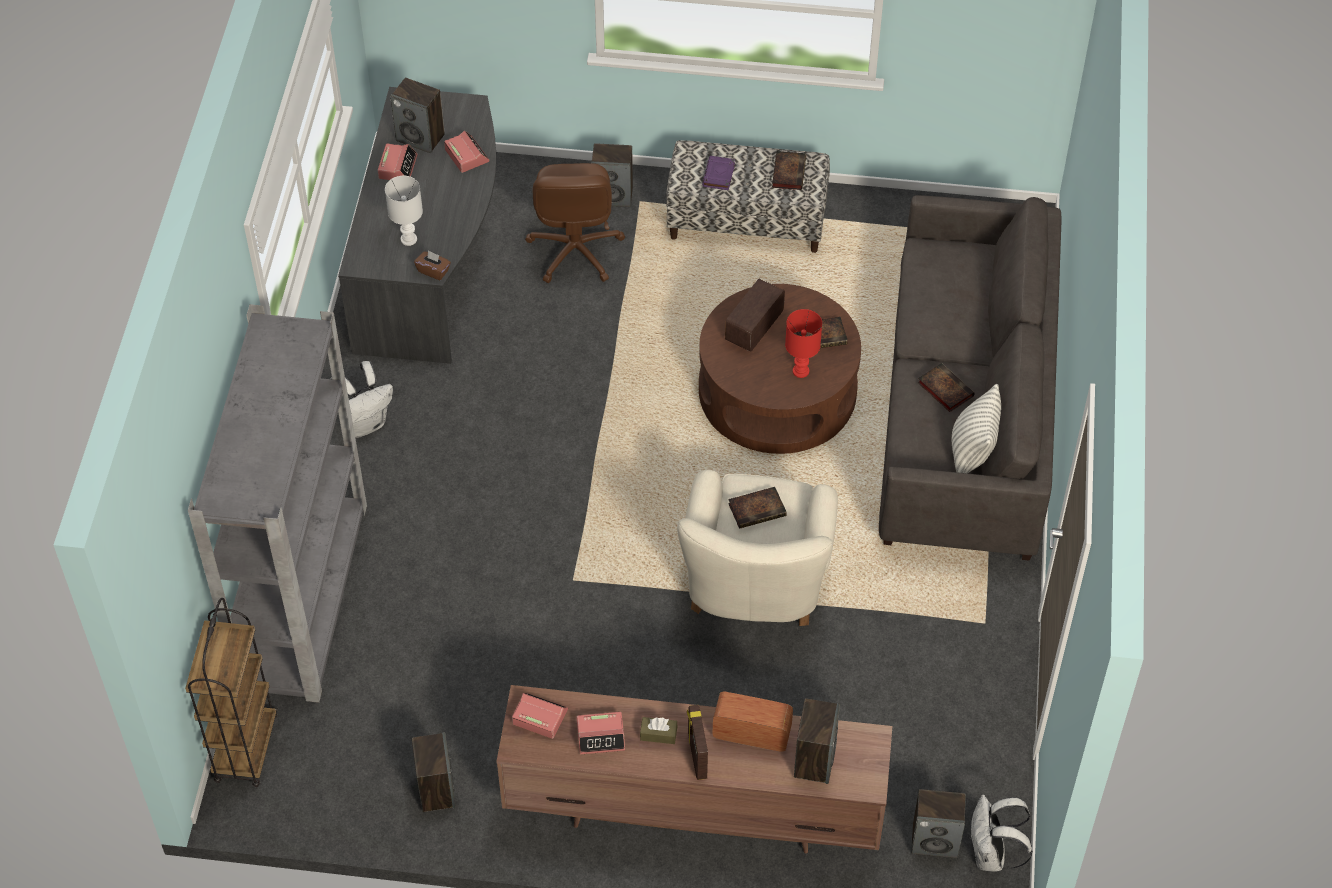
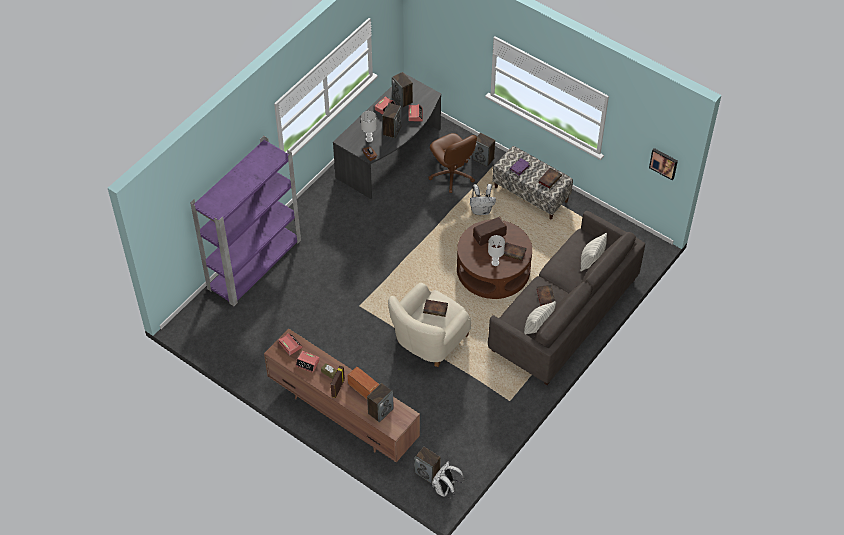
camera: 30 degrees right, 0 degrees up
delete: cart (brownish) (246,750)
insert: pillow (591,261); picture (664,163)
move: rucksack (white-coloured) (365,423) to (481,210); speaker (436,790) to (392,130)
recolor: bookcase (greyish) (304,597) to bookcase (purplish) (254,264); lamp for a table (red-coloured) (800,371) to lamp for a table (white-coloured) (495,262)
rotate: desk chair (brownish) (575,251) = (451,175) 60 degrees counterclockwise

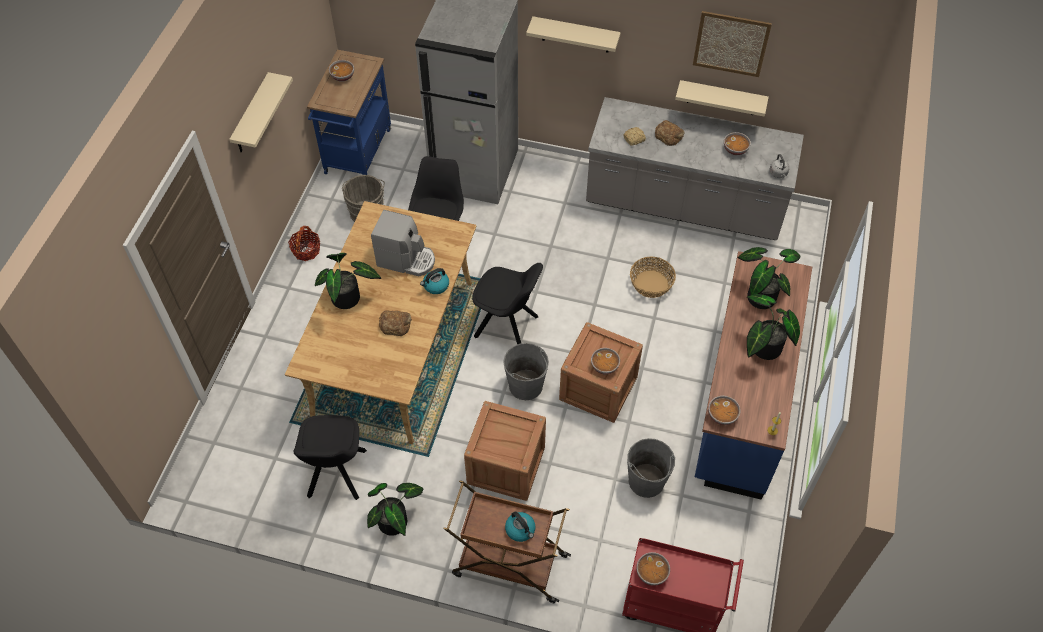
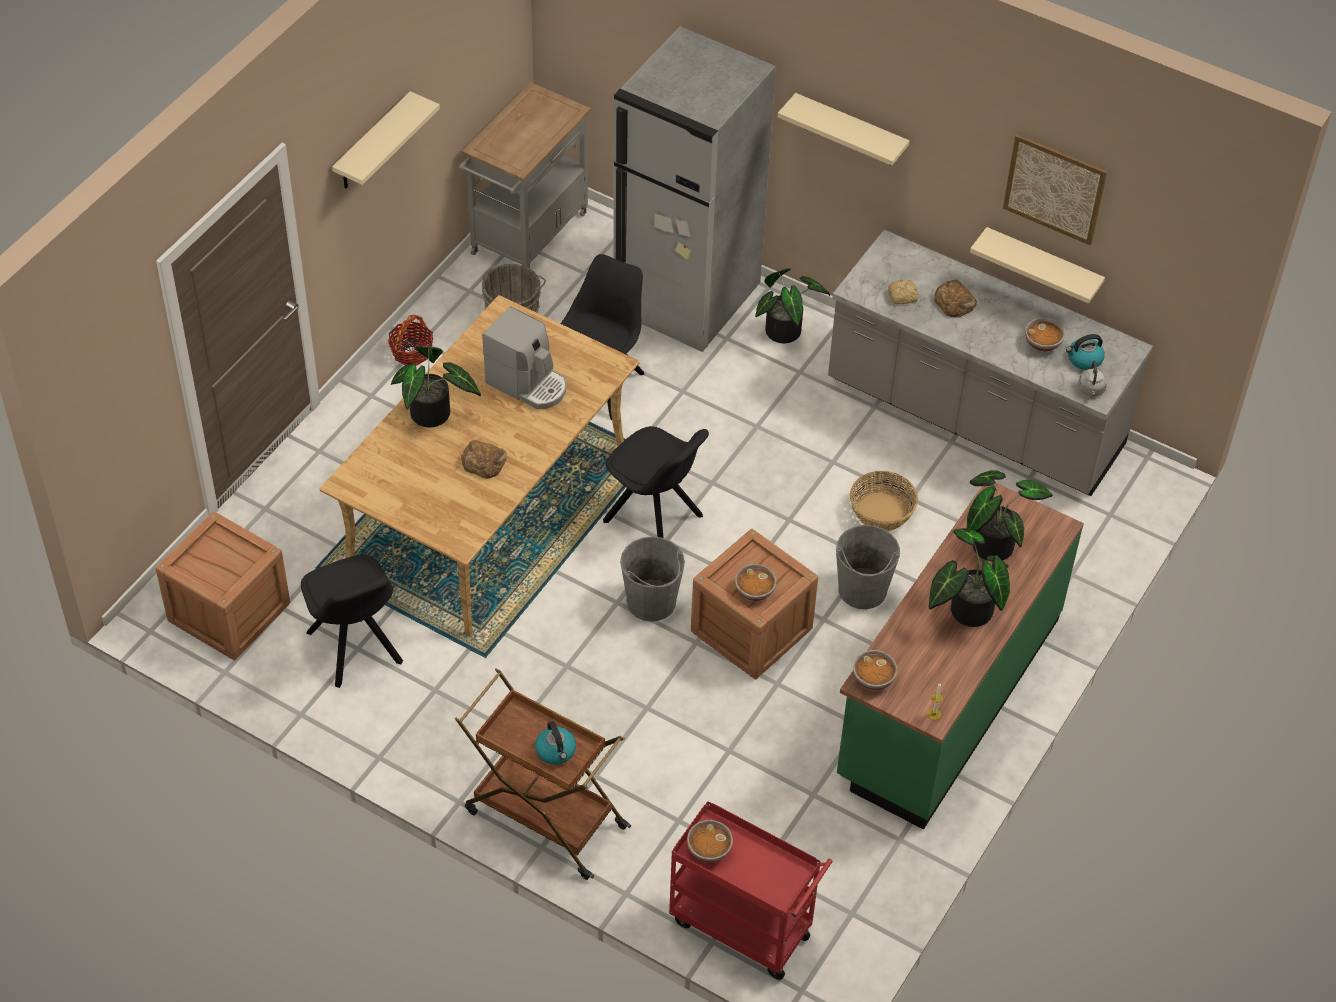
camera: 15 degrees right, 5 degrees down
delete: bowl (343,76)
move: plant in a pot (396,522) to (787,332); water kettle (436,286) to (1084,360); crate (506,465) to (229,612); pail (greyish) (646,481) to (862,590)
recolor: cart (blue-coloured) (357,153) to cart (greyish) (527,236); kitchen counter (blue-coloured) (741,401) to kitchen counter (green-coloured) (947,698)
rotate: upright chair (black-coloured) (336,473) = (355,647) 45 degrees counterclockwise

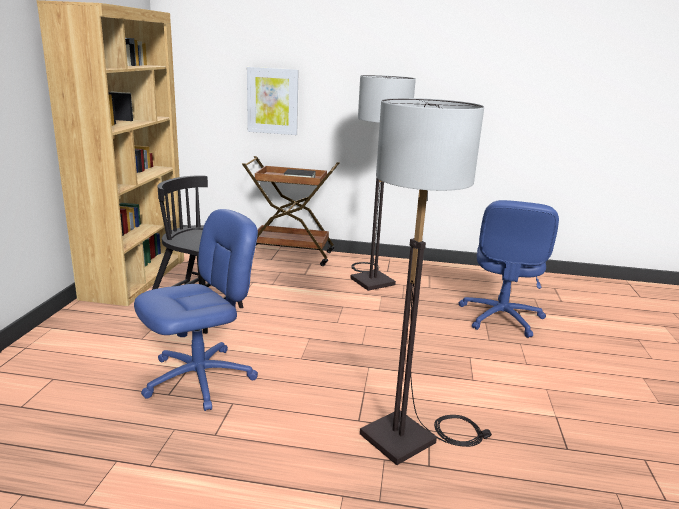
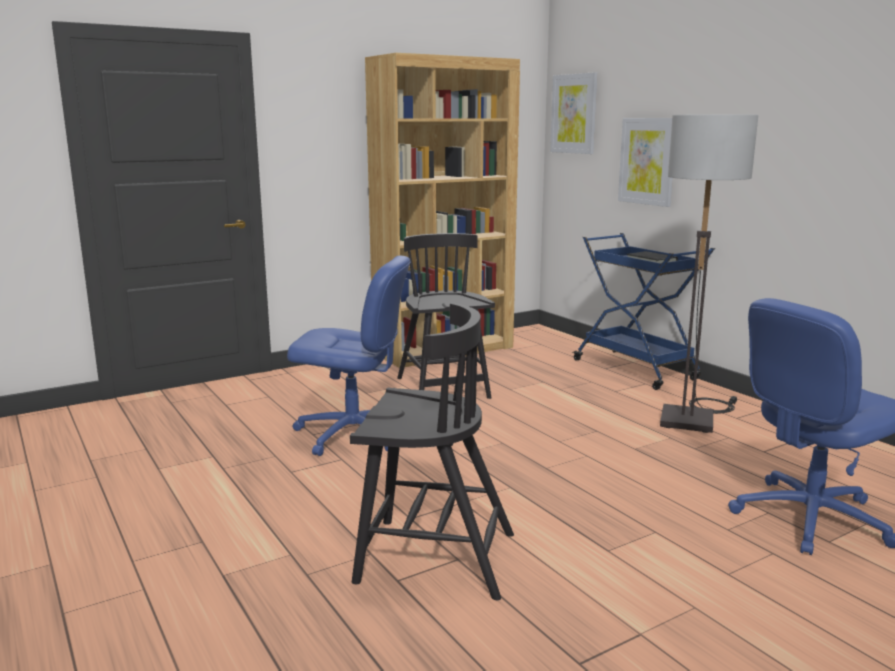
camera: 50 degrees right, 5 degrees down
insert: picture (574,114)
replace: floor lamp (416,437) to upright chair (black-coloured) (432,557)
recolor: cart (brownish) (289,255) to cart (blue-coloured) (634,370)

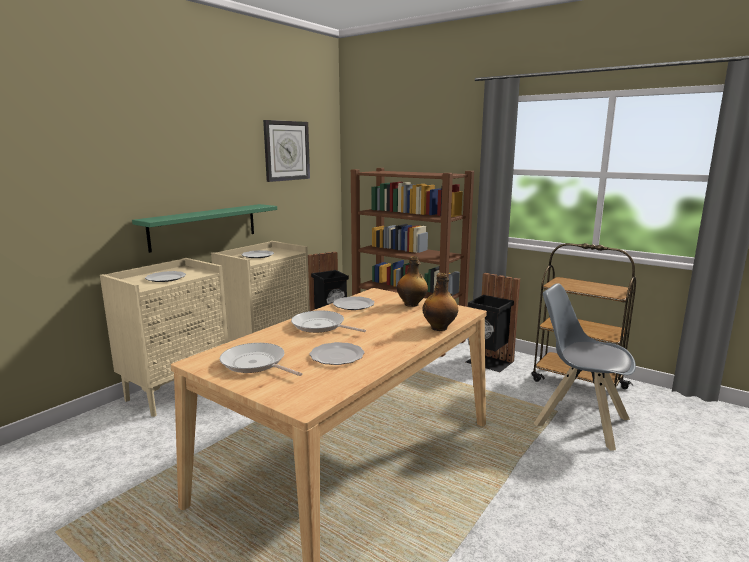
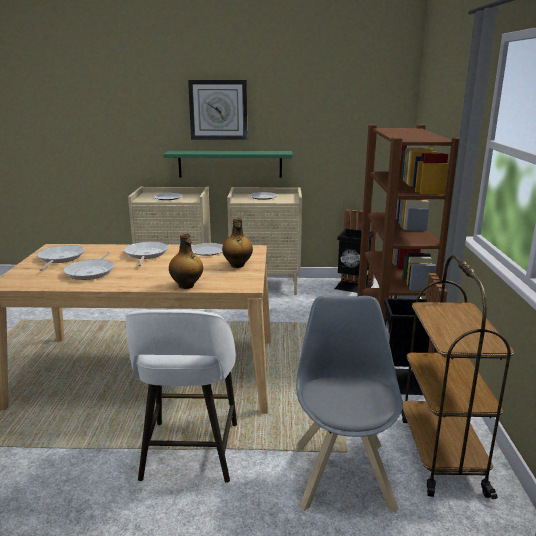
camera: 55 degrees right, 5 degrees up
insert: stool (white-coloured) (190,453)
move: clock on the wall (286,151) to (218,110)
replace: plate (337,355) to skillet (91,272)

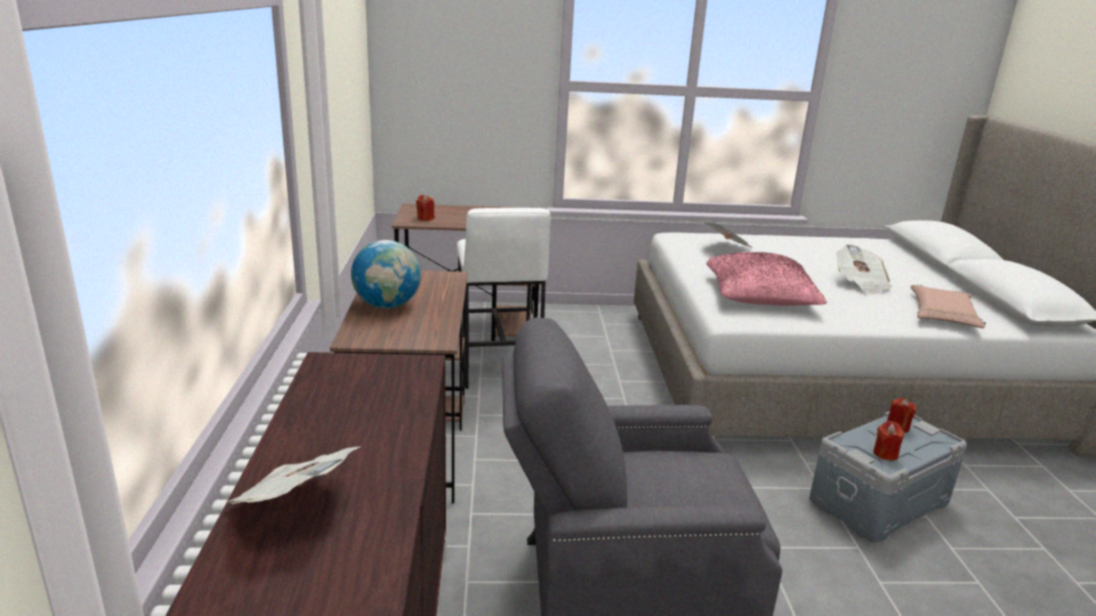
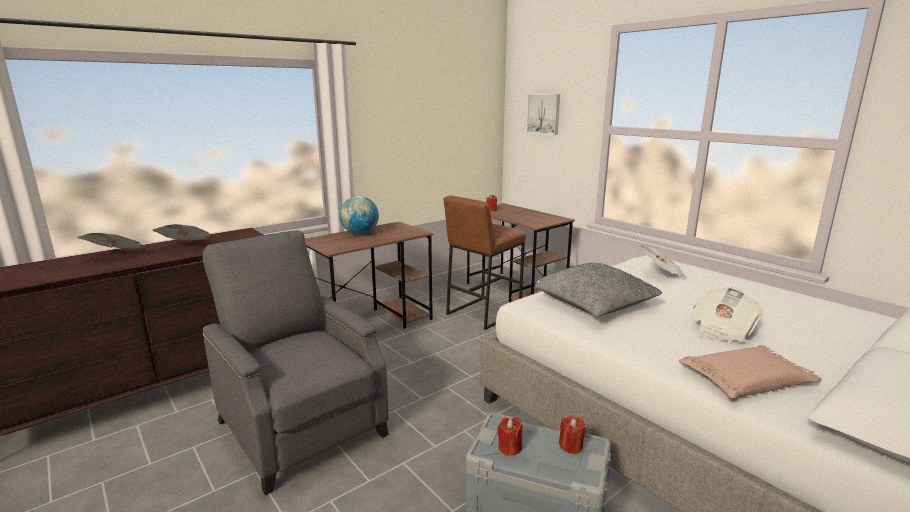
camera: 55 degrees right, 5 degrees down
insert: daily paper (186,246); picture (544,114)
recolor: stool (white-coloured) (498,368) to stool (brownish) (483,313); pillow (pink-coloured) (760,295) to pillow (greyish) (593,302)

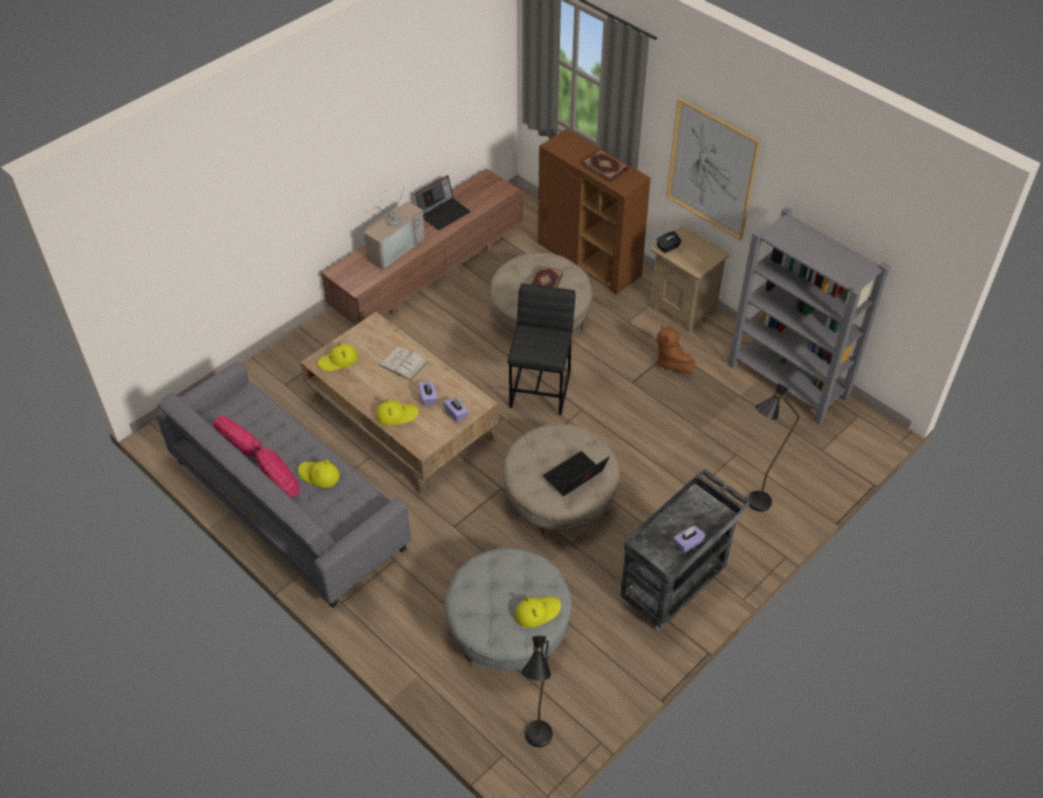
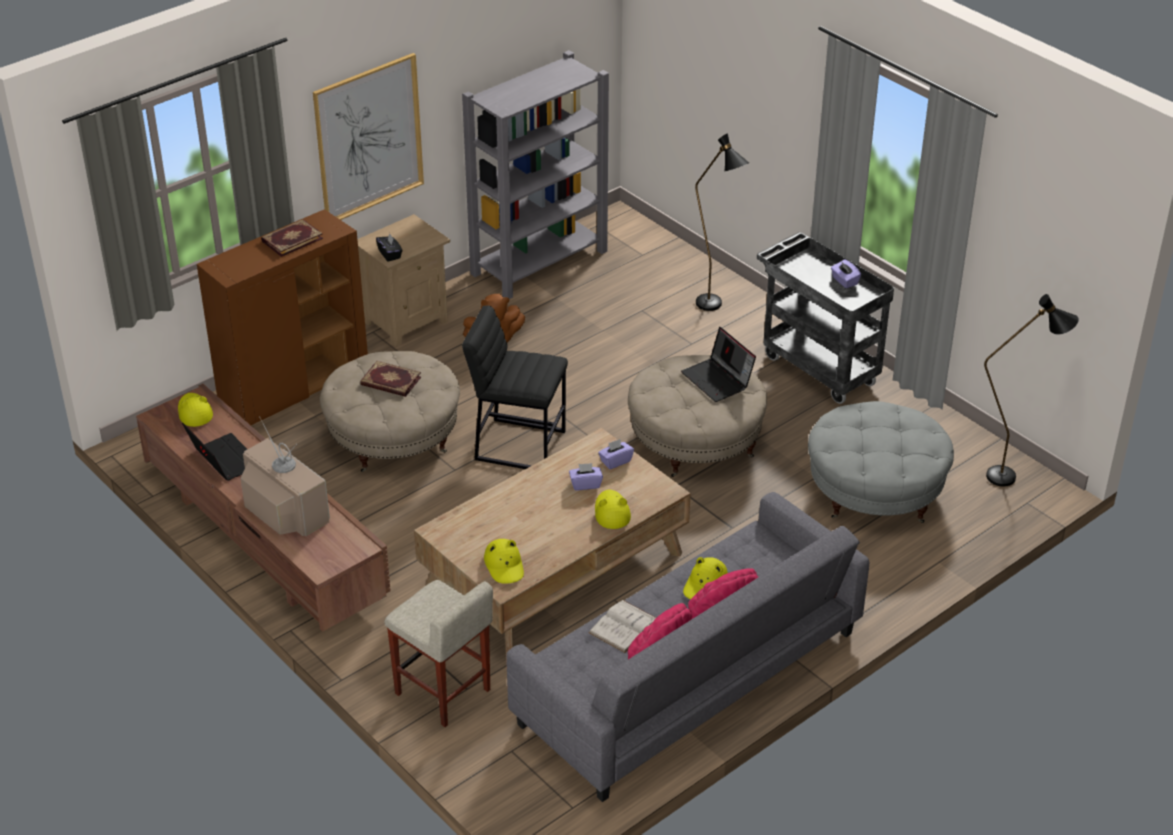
camera: 85 degrees left, 10 degrees down
insert: stool (beige-coloured) (443,692)
move: volume (white-coloured) (403,363) to (623,626); hat (yellow-coloured) (537,612) to (194,412)

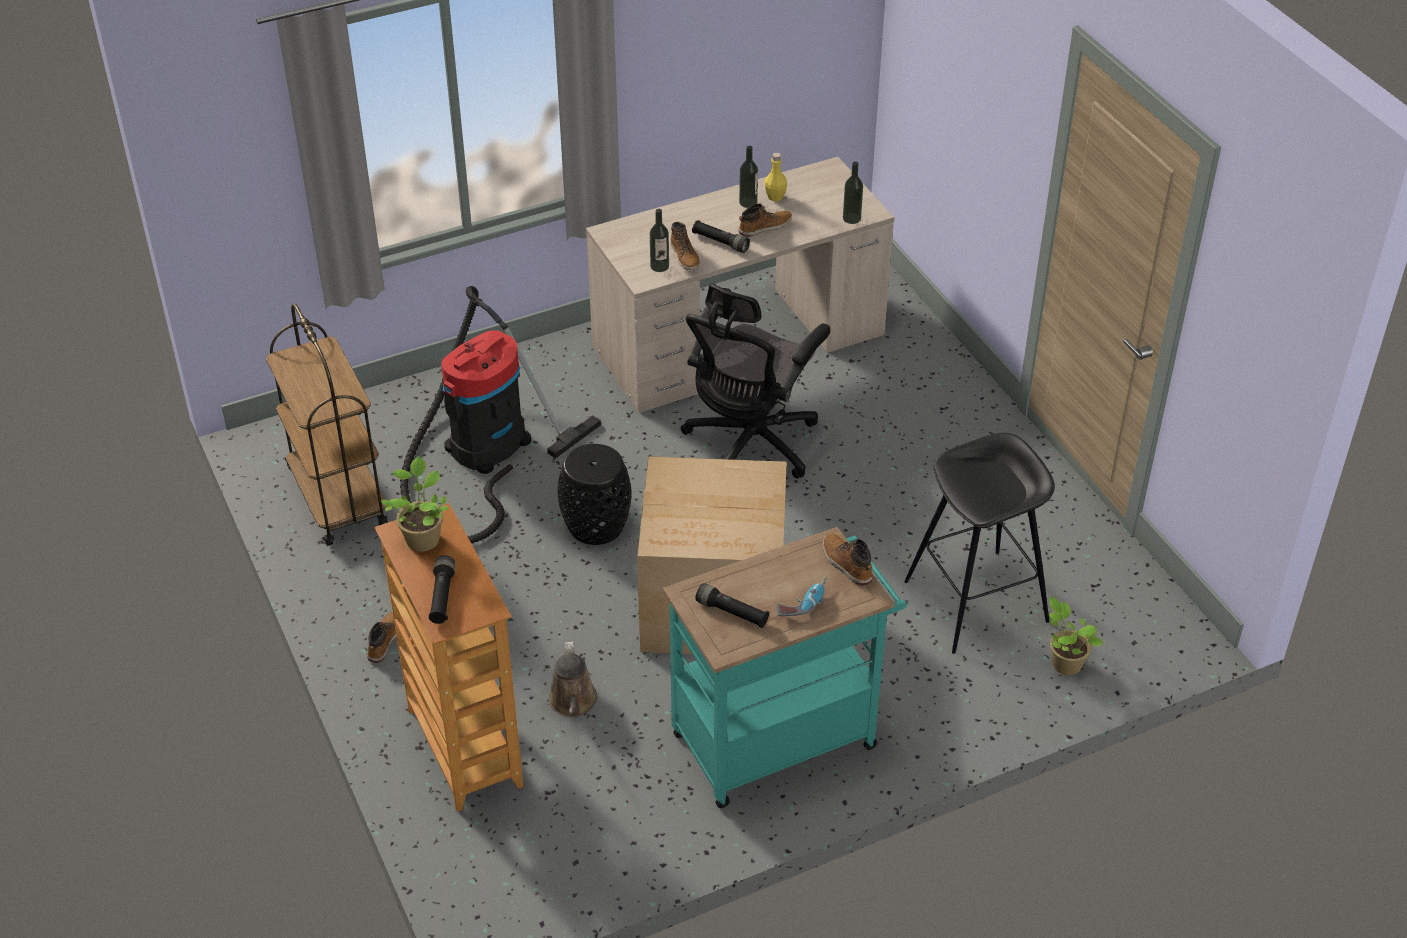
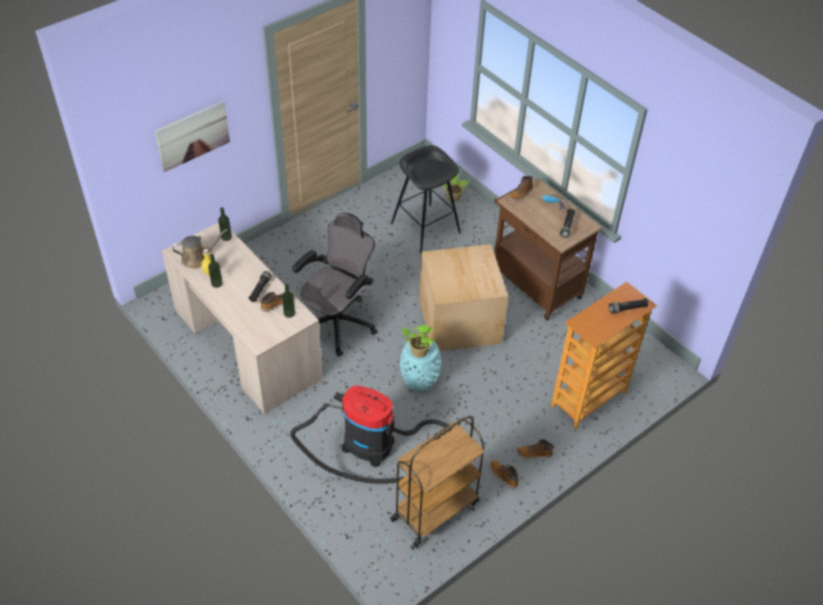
camera: 105 degrees left, 5 degrees up
insert: picture (193,135)
move: plant in a pot (422,538) to (418,352); sprinkling can (brownish) (573,702) to (197,258); tall boot (764,227) to (503,476)
recolor: stool (black-coloured) (596,525) to stool (turquoise-coloured) (419,379); cart (turquoise-coloured) (780,740) to cart (brownish) (533,284)
rotate: desk chair (751,445) = (338,323) 75 degrees counterclockwise

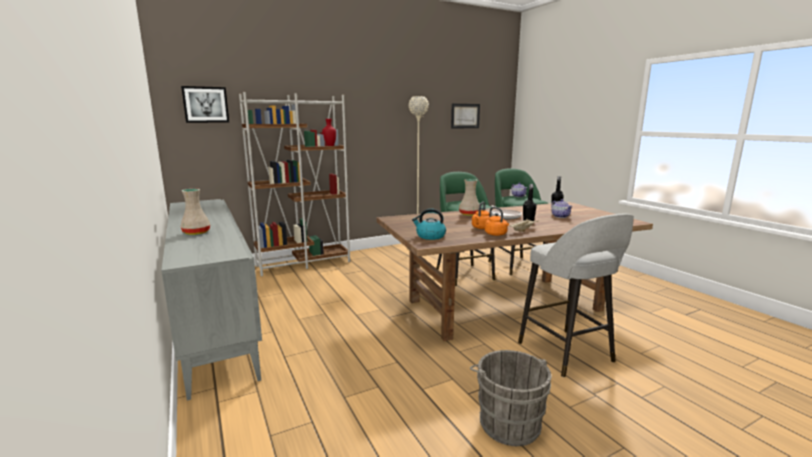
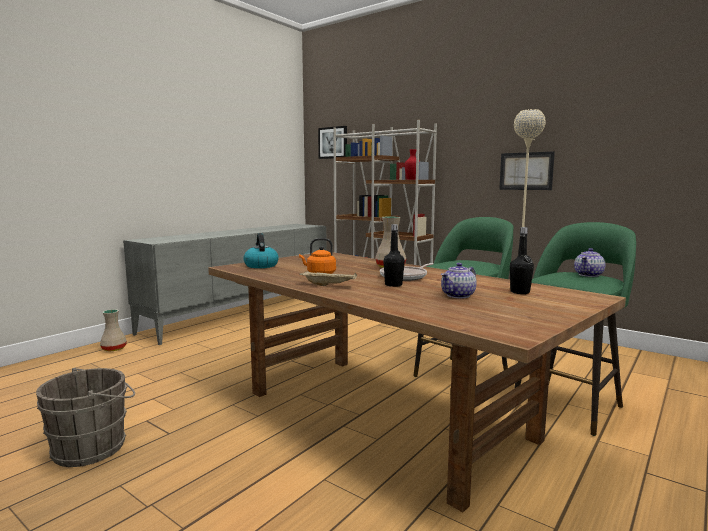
camera: 65 degrees right, 5 degrees down
delete: water kettle (orangey) (496,234); stool (greyish) (566,353)
move: flower vase (beige-coloured) (196,232) to (114,348); picture (465,116) to (526,171)

